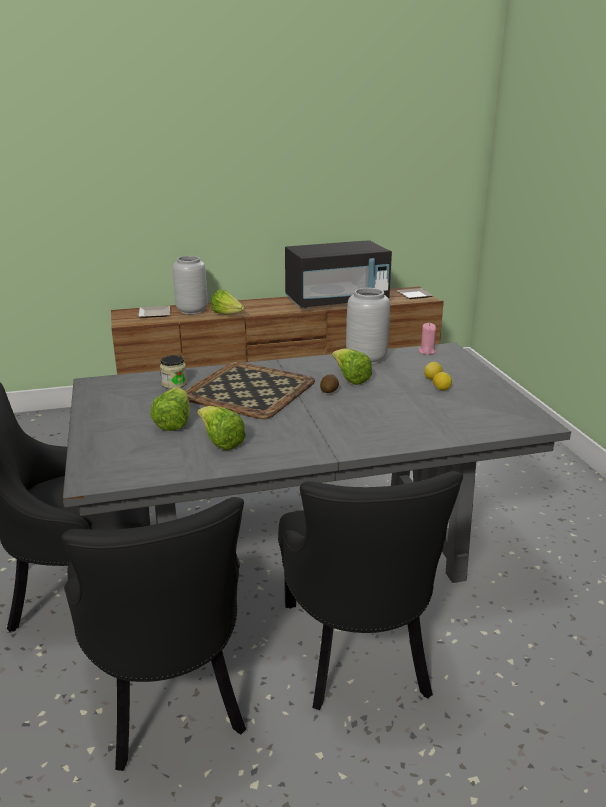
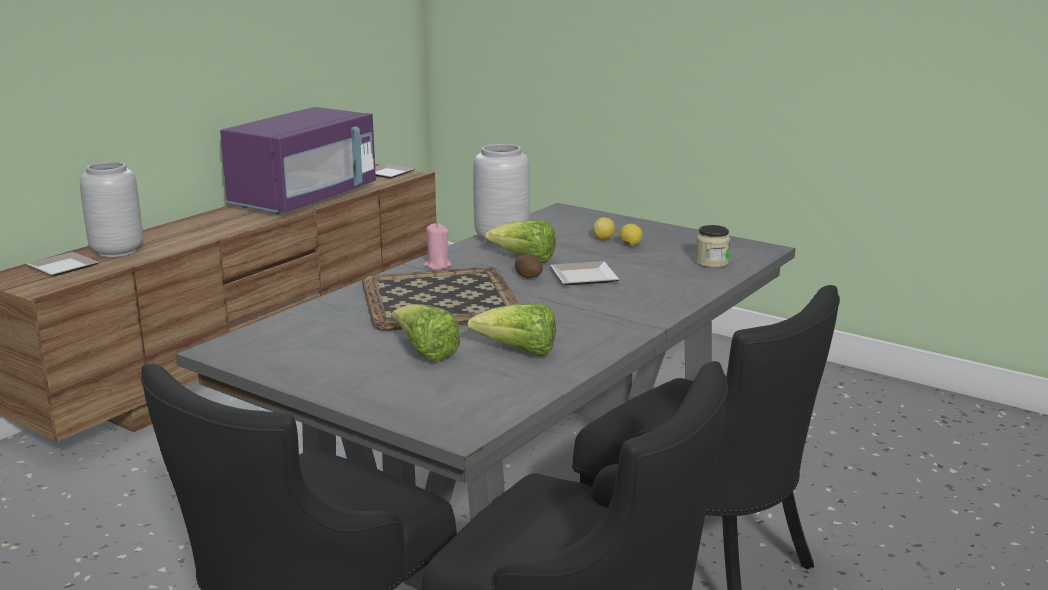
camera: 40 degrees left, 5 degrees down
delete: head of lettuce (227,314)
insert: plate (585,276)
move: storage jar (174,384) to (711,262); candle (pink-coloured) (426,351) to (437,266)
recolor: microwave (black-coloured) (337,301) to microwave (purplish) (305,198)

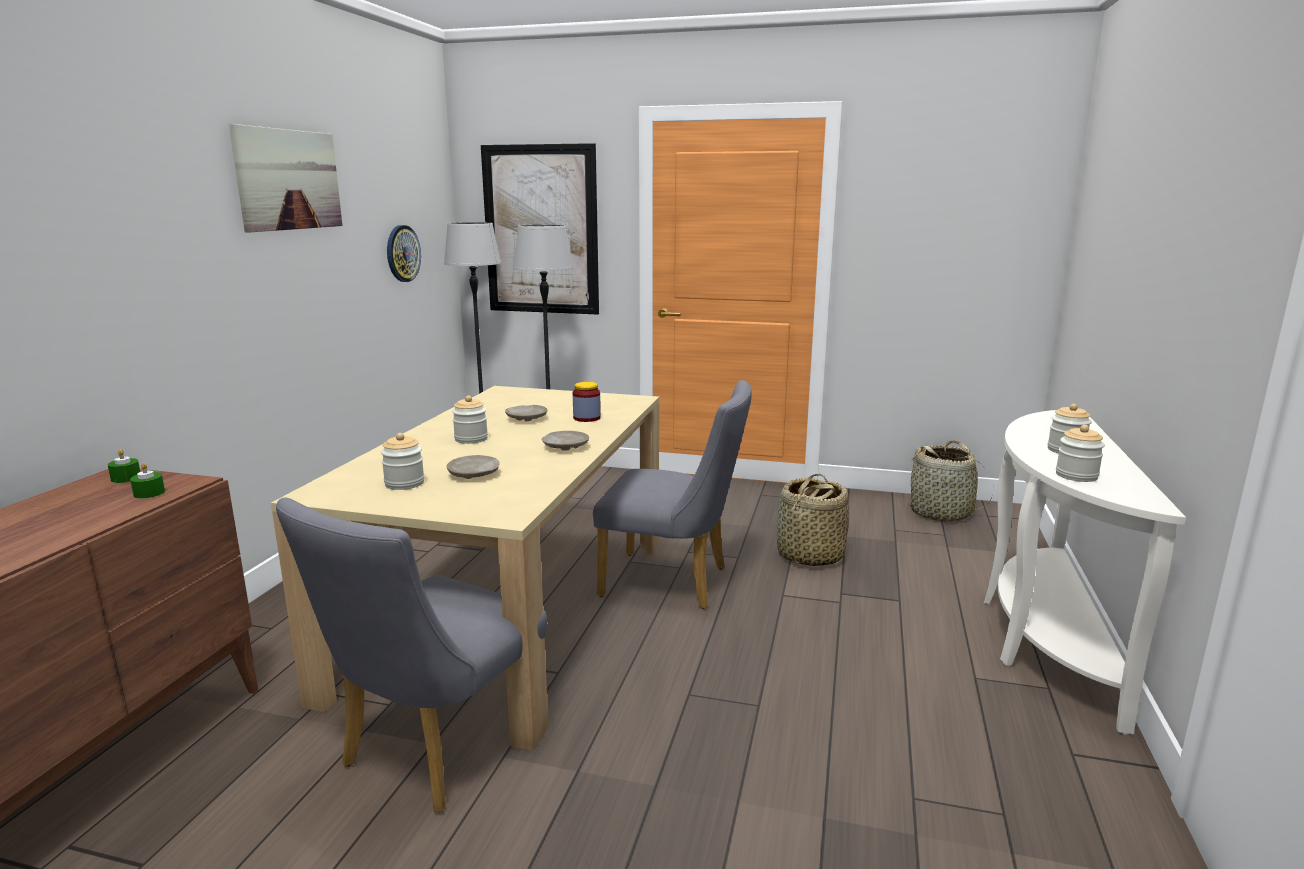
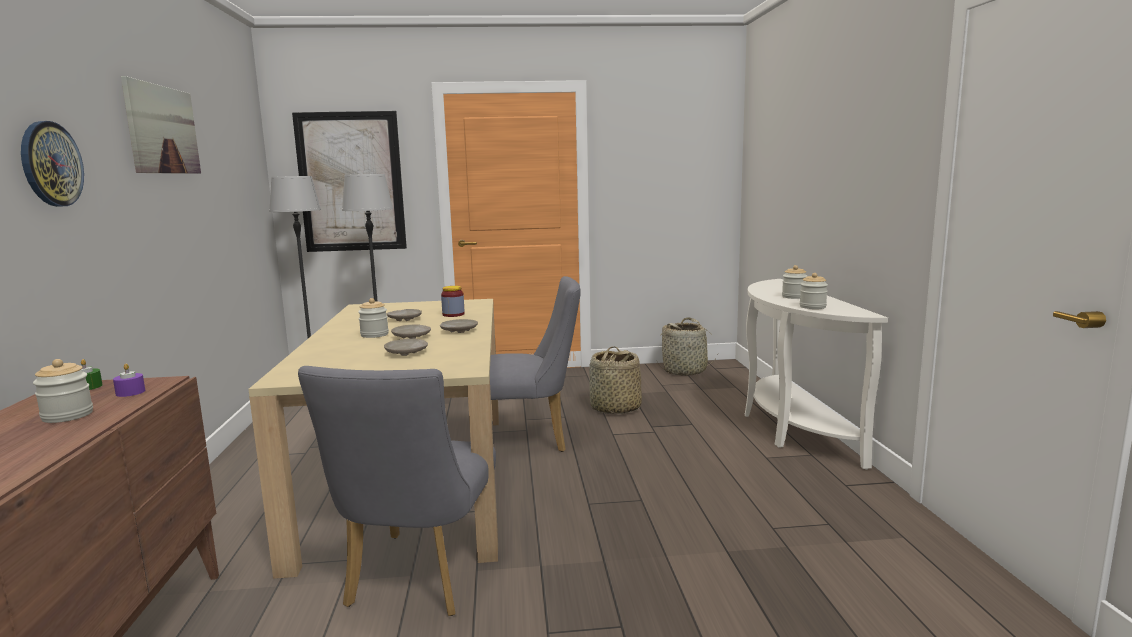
camera: 20 degrees left, 5 degrees down
insert: plate (beige-coloured) (412,337)
move: storage jar (404,483) to (67,416); clock on the wall (402,253) to (51,164)
recolor: candle (green-coloured) (149,493) to candle (purplish) (130,392)

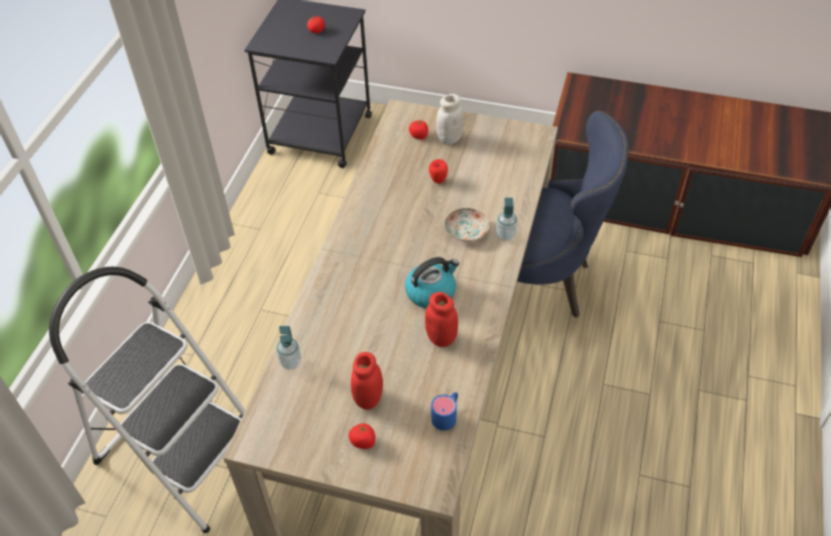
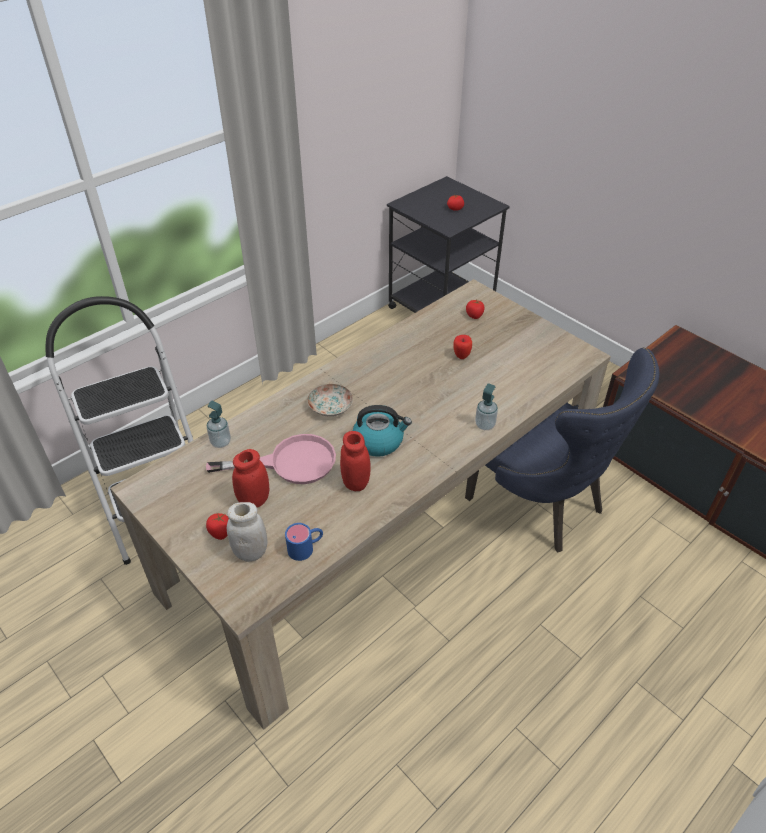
camera: 30 degrees right, 5 degrees down
insert: skillet (pink-coloured) (290,463)
move: storage jar (white-coloured) (449,139) to (250,552); plate (467,231) to (331,407)

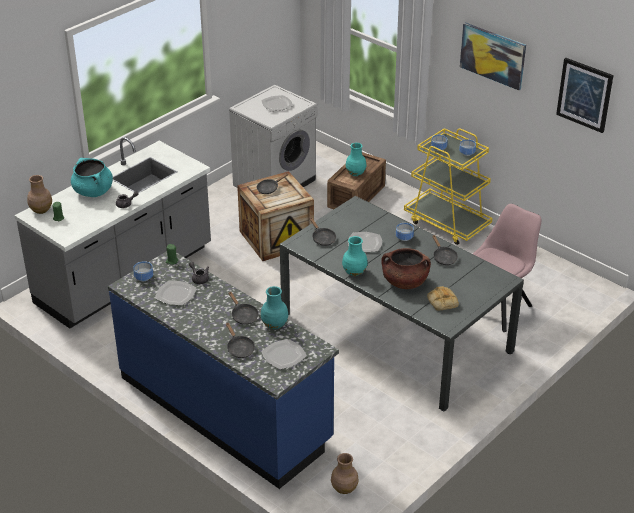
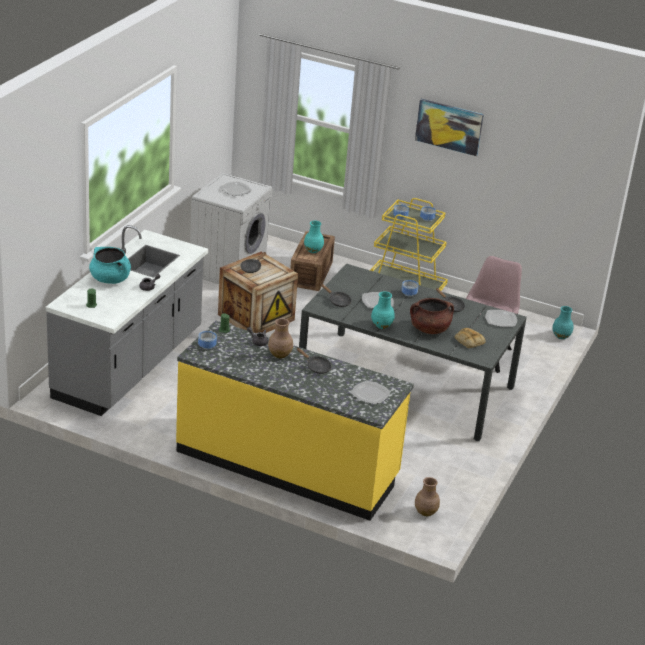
camera: 20 degrees left, 5 degrees down
delete: skillet (black-coloured) (239,348); picture (584,94)
move: flower vase (brownish) (41,210) to (279,355); plate (176,294) to (501,320); flower vase (turquoise-coloured) (275,325) to (561,336)
recolor: kitchen counter (blue-coloured) (225,409) to kitchen counter (yellow-coloured) (287,464)

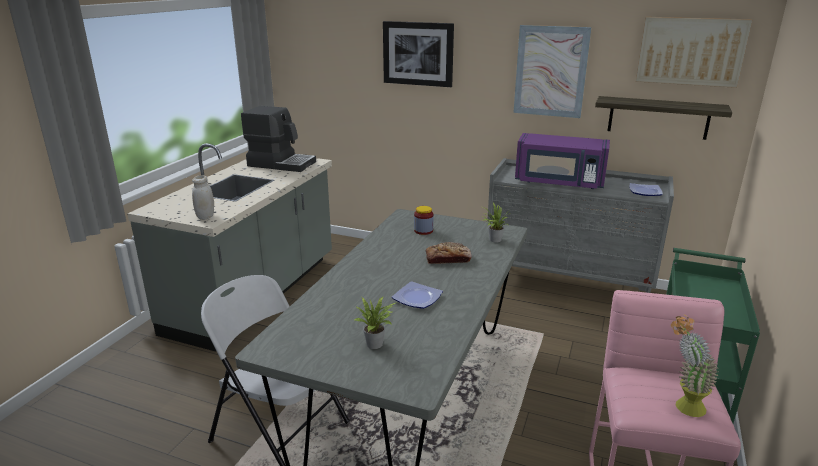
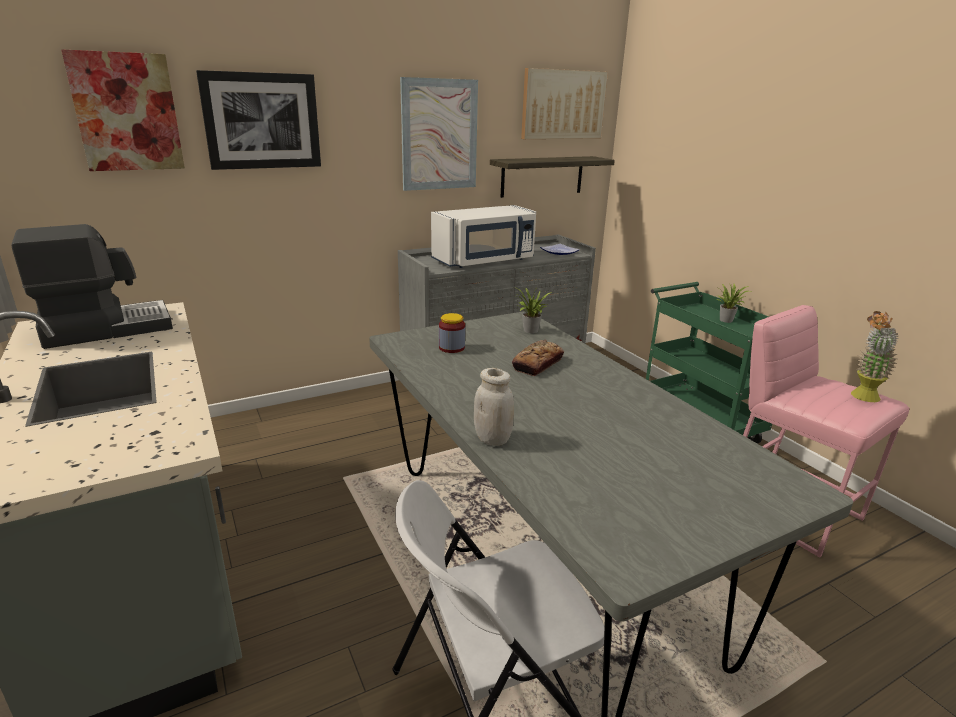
camera: 50 degrees left, 0 degrees up
delete: plate (417,299)
insert: picture (127,112)
move: storage jar (white-coloured) (205,217) to (492,439); plant in a pot (377,344) to (726,320)
recolor: microwave (purplish) (559,182) to microwave (white-coloured) (485,261)

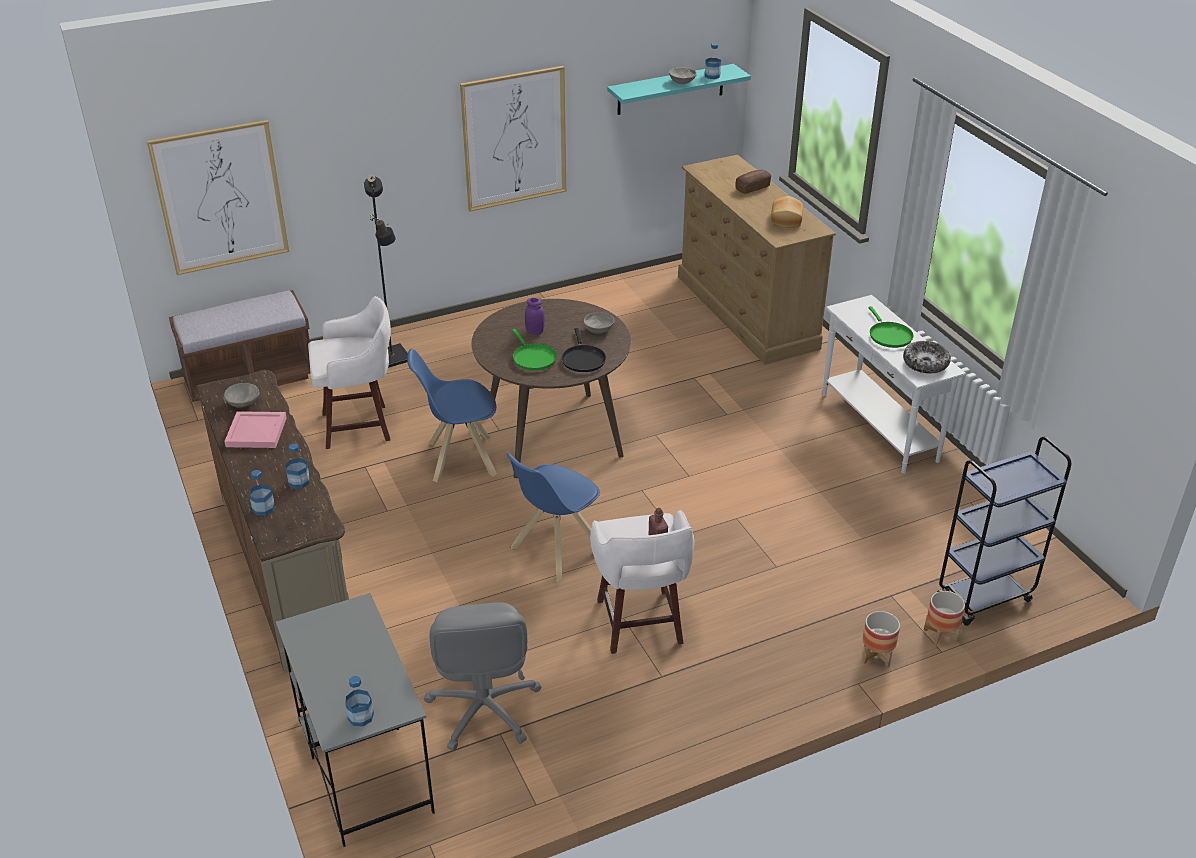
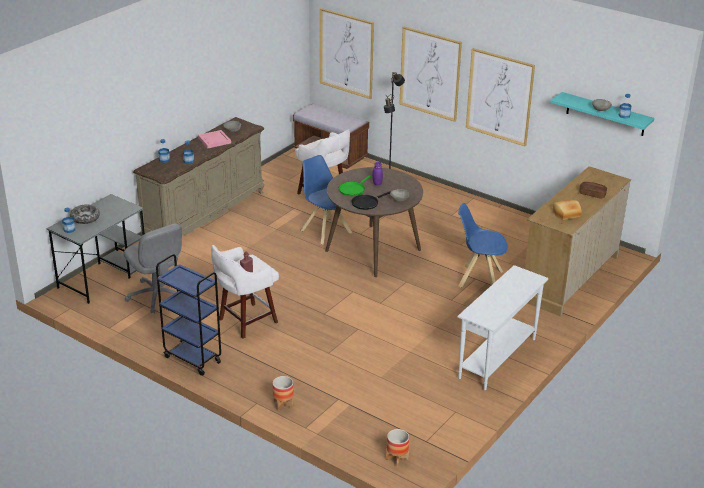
camera: 60 degrees right, 5 degrees down
delete: skillet (green-coloured) (889,335)
insert: picture (430,73)
move: upright chair (blue-coloured) (555,550) to (479,279); bowl (925,363) to (85,218); plant pot (940,635) to (397,459); cart (blue-coloured) (984,600) to (191,360)
rotate: desk chair (greyish) (483,708) = (156,295) 90 degrees counterclockwise

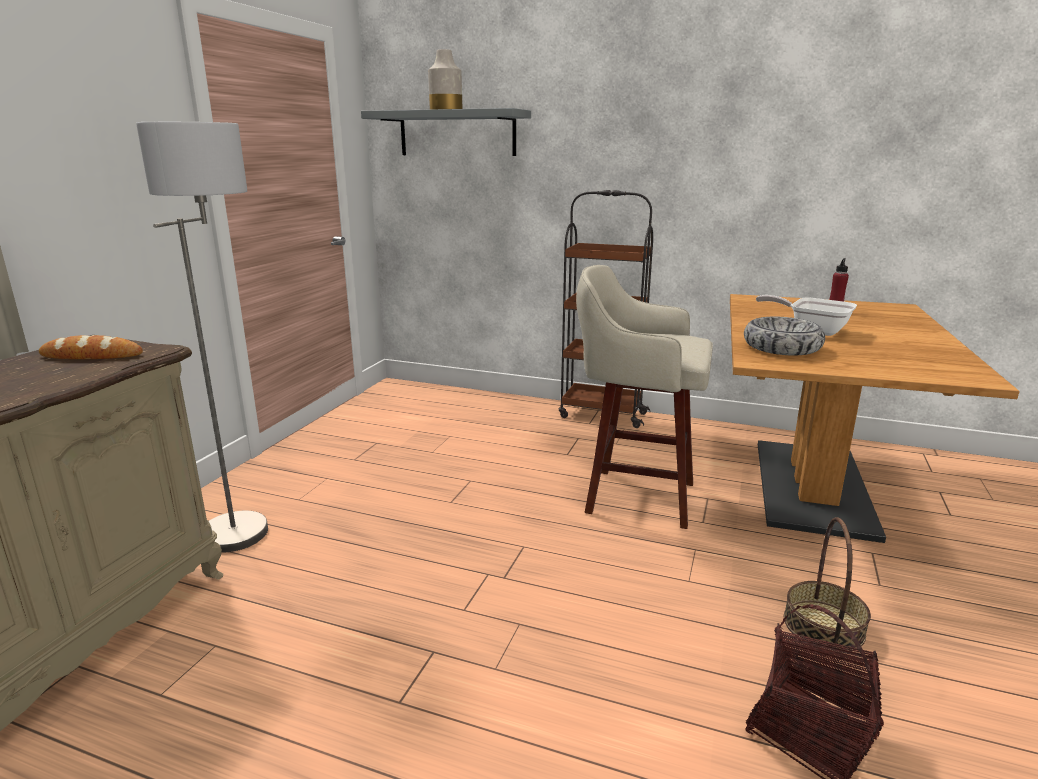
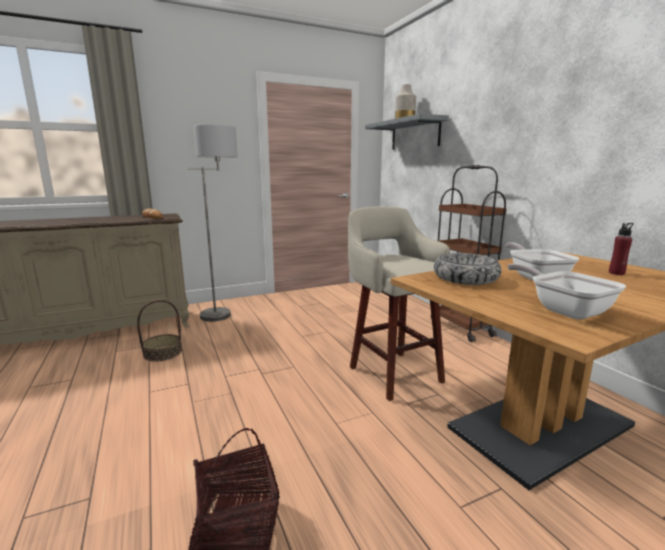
camera: 45 degrees right, 5 degrees down
insert: skillet (563,310)
move: storage basket (824,626) to (162,353)

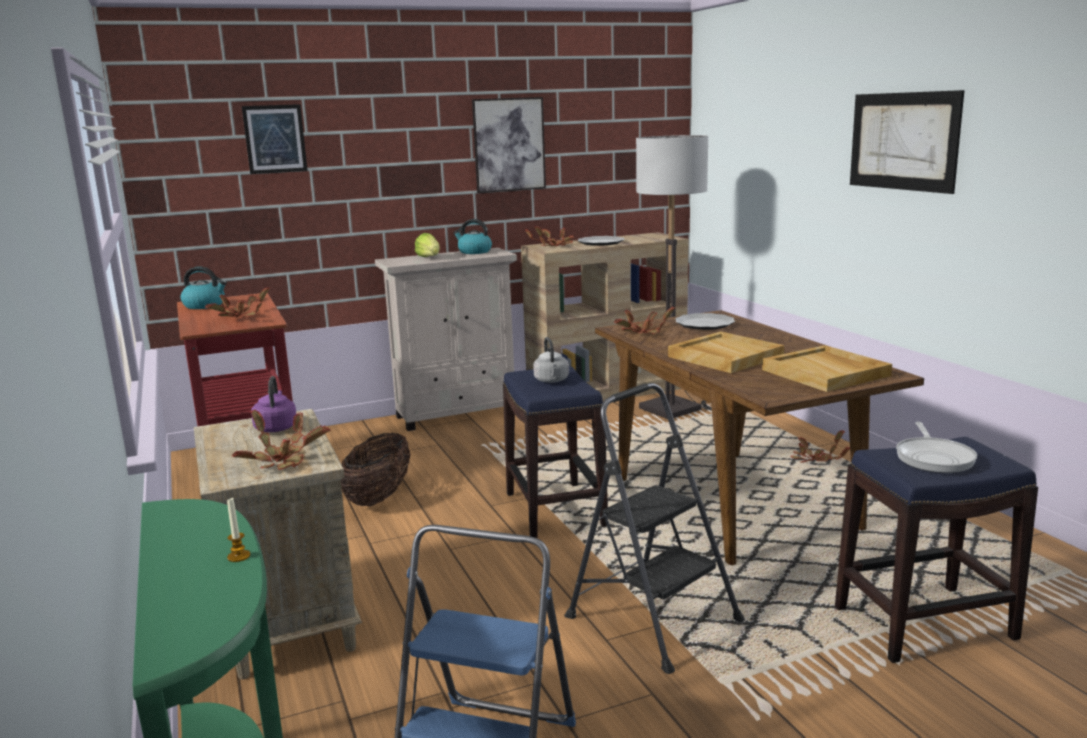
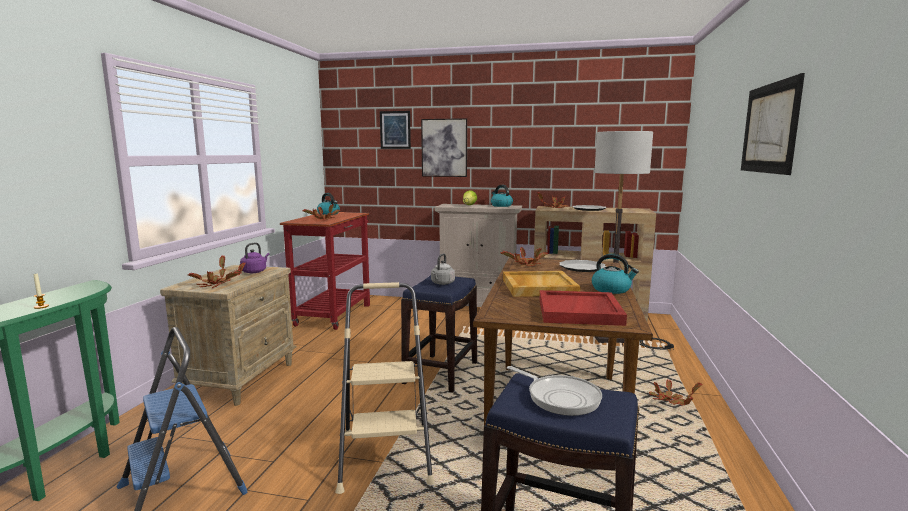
camera: 35 degrees right, 5 degrees down
delete: storage basket (379,497)
insert: water kettle (611,289)
move: picture (509,145) to (444,148)
recolor: step stool (black-coloured) (650,615) to step stool (beige-coloured) (386,454); tray (beige-coloured) (826,373) to tray (red-coloured) (580,311)
rotate: skillet (934,458) = (560,397) 90 degrees counterclockwise

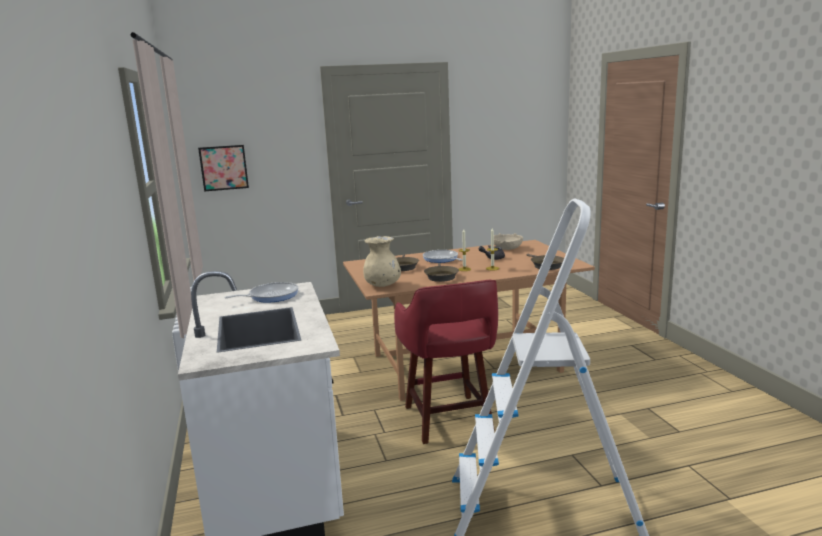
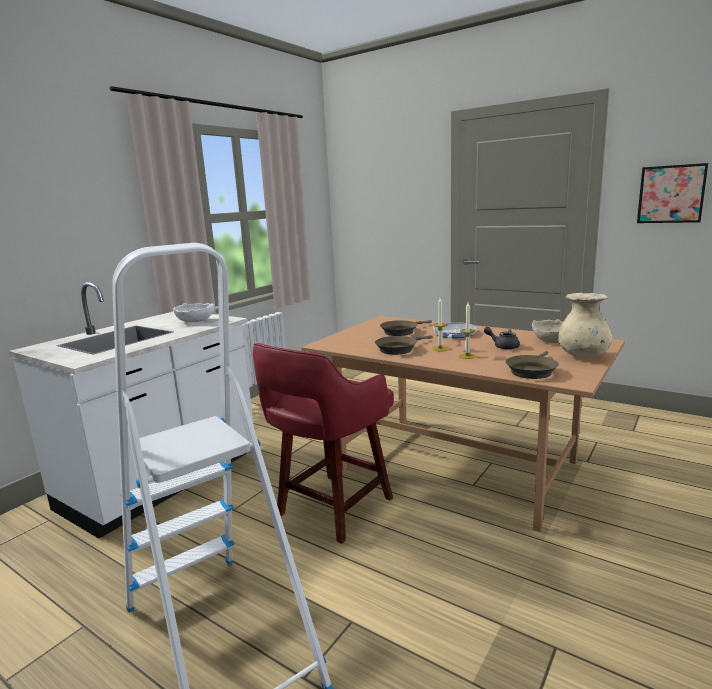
camera: 50 degrees right, 0 degrees up
move: picture (224,168) to (671,194); flower vase (beige-coloured) (382,285) to (583,356)
replace: skillet (271,296) to bowl (white-coloured) (195,321)

